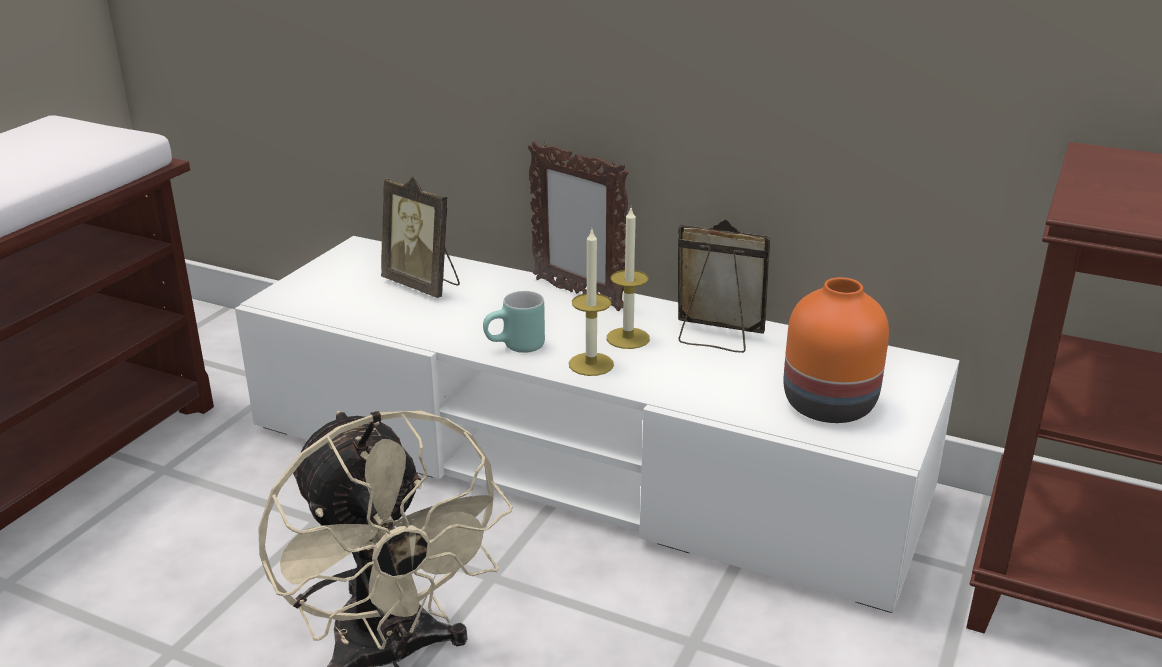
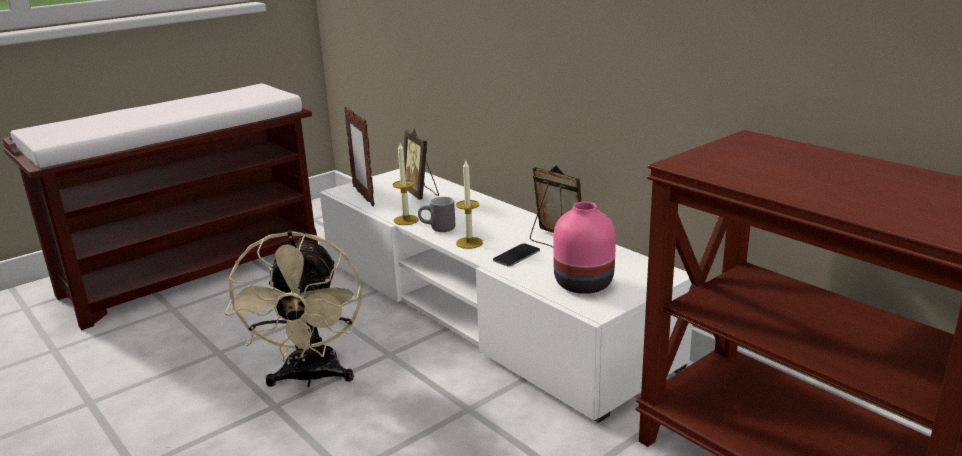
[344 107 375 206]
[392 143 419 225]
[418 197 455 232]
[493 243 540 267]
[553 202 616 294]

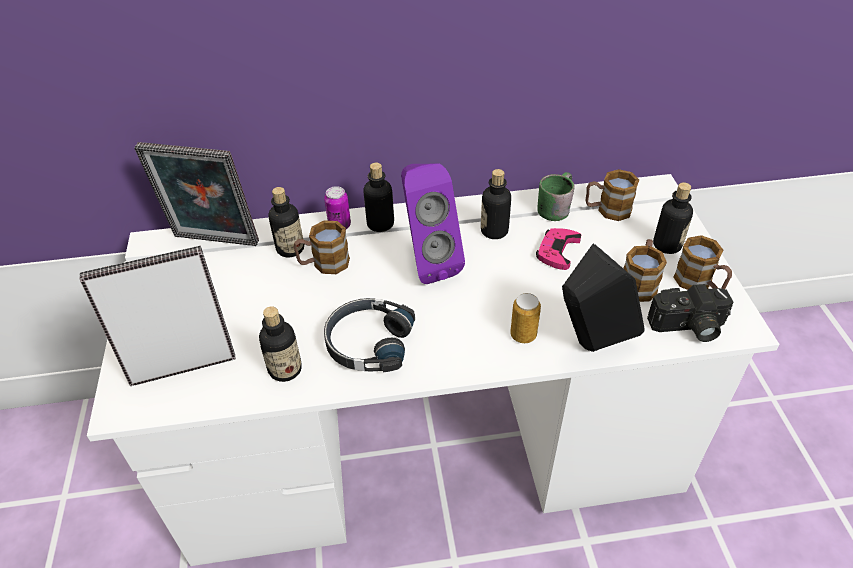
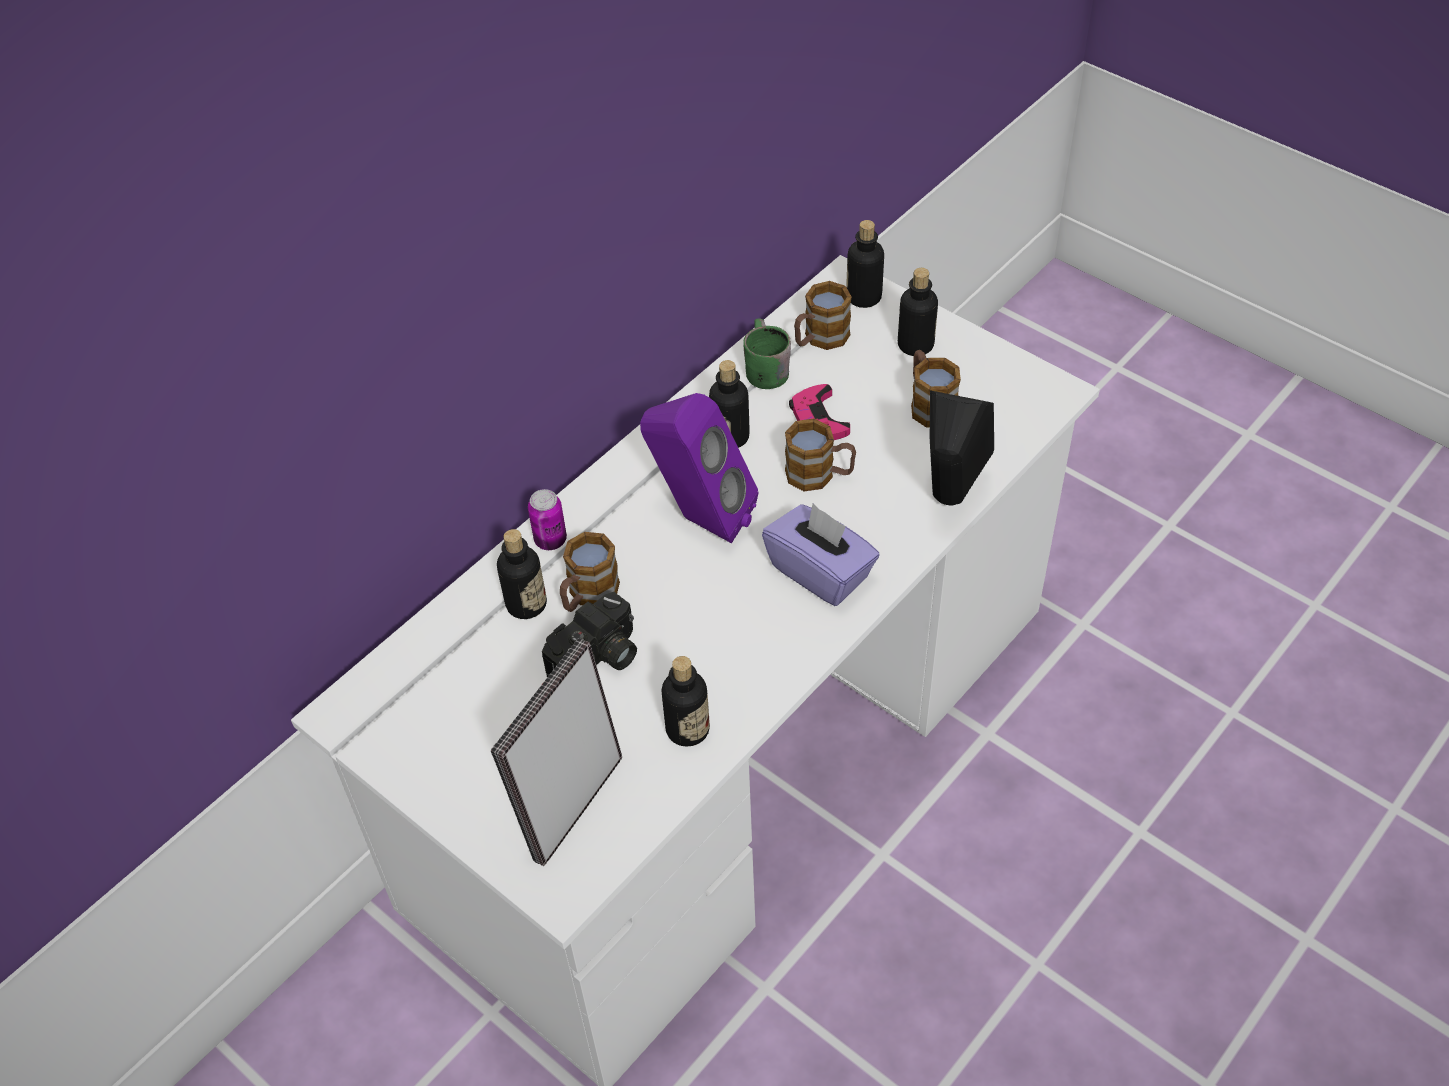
[542 592 637 677]
[762 503 880 606]
[785 419 856 491]
[846 220 884 308]
[134 142 259 246] (first image)
[324 298 415 372] (first image)
[510 293 541 343] (first image)

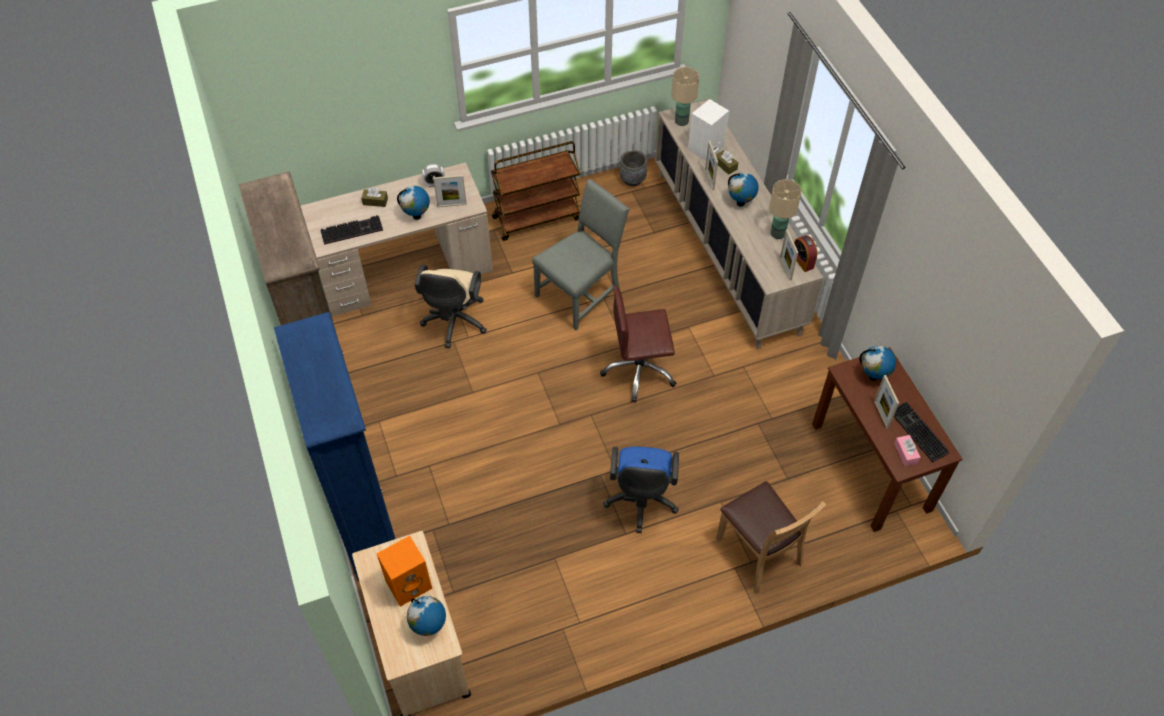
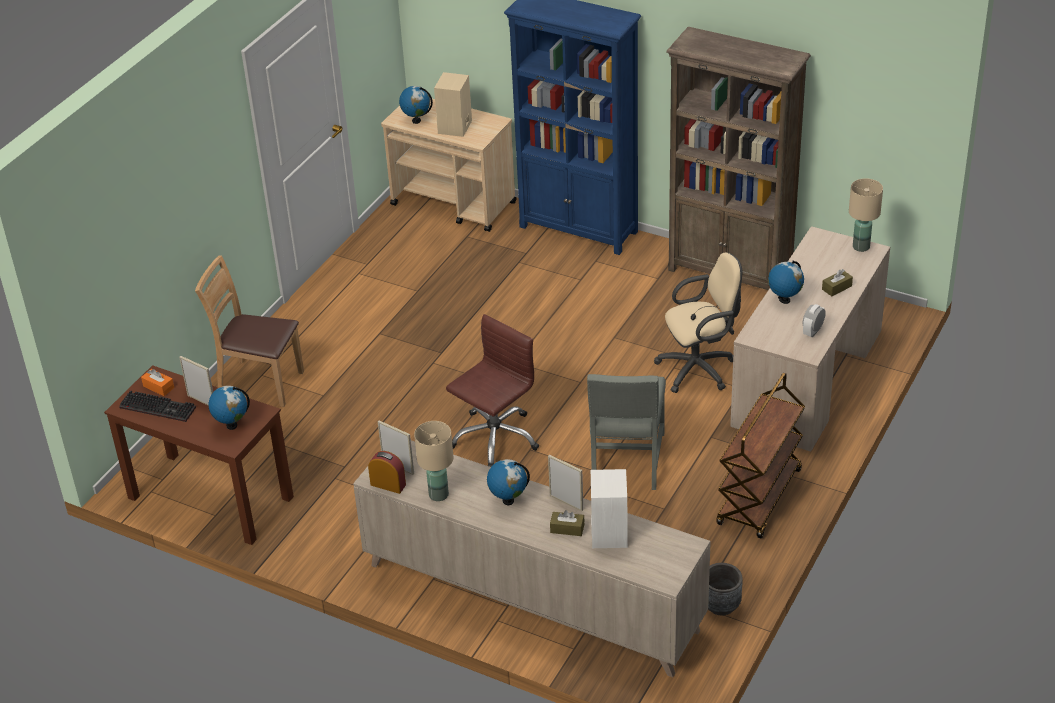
[141 369 174 396]
[434 72 472 137]
[654 253 742 393]
[849 178 883 252]
[320 215 383 245] (first image)
[433 175 467 207] (first image)
[603 446 679 533] (first image)

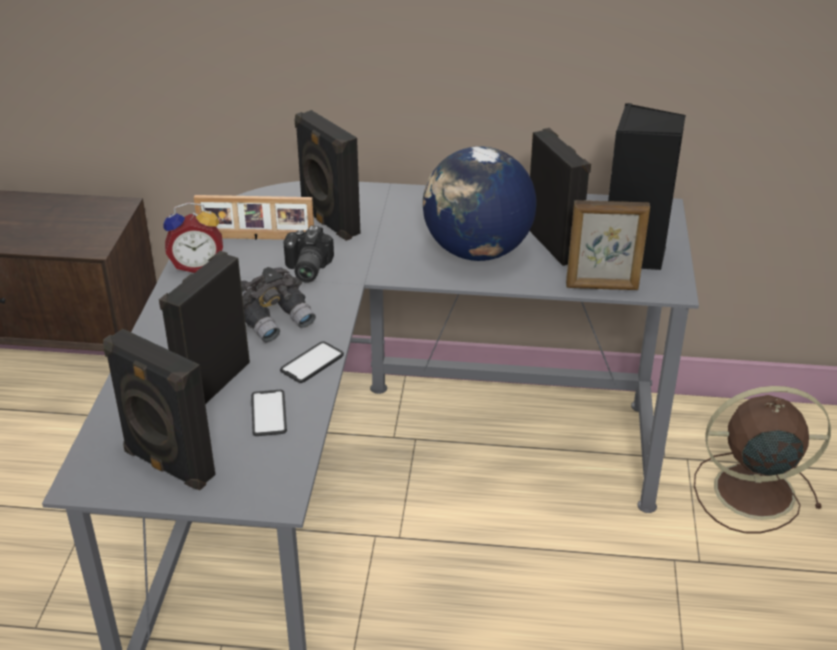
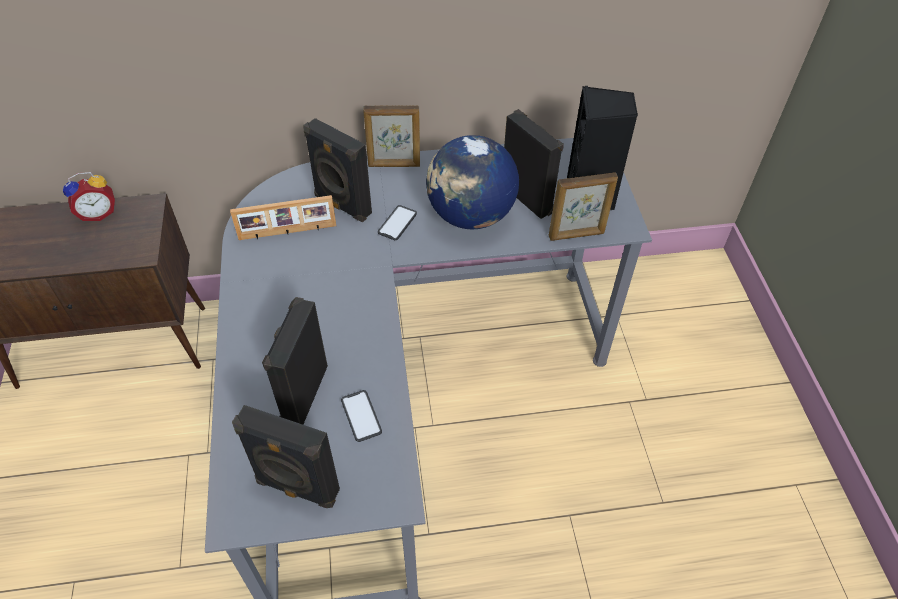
[63 172 115 221]
[363 105 420 167]
[378 205 417 240]
[241 267 316 343] (first image)
[284 226 334 283] (first image)
[694 386 831 533] (first image)

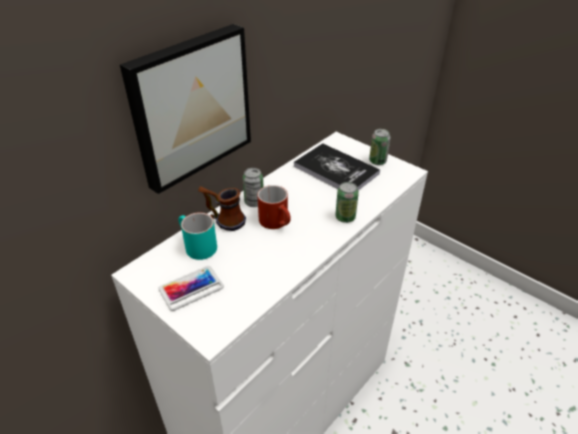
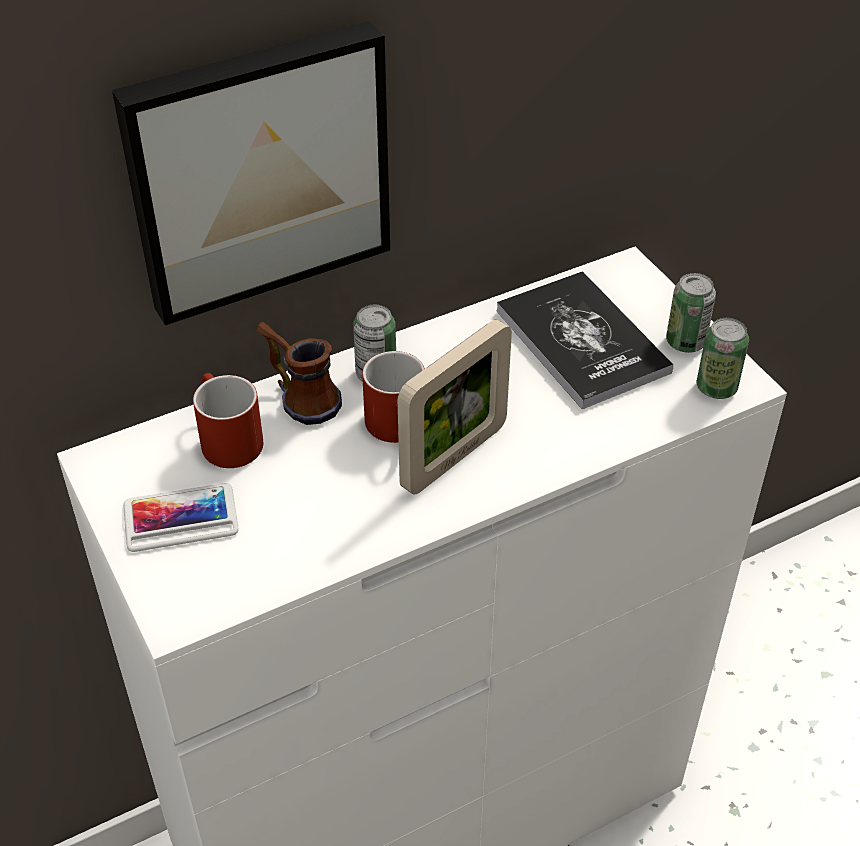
[193 373 263 468]
[398 319 512 495]
[696 318 749 399]

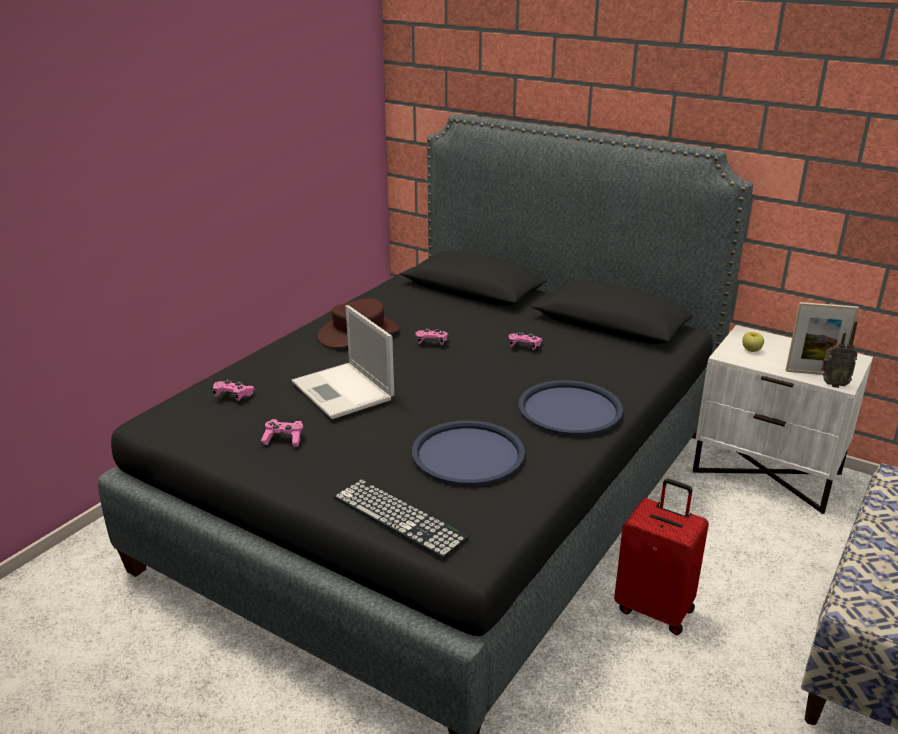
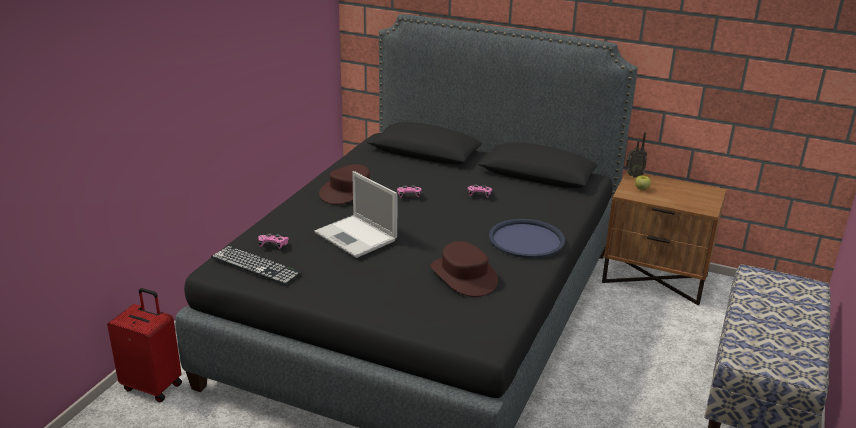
[107 288 182 402]
[211 246 302 285]
[431 241 498 297]
[602 171 726 305]
[625 132 647 178]
[261 419 303 447] (first image)
[786 302 859 375] (first image)

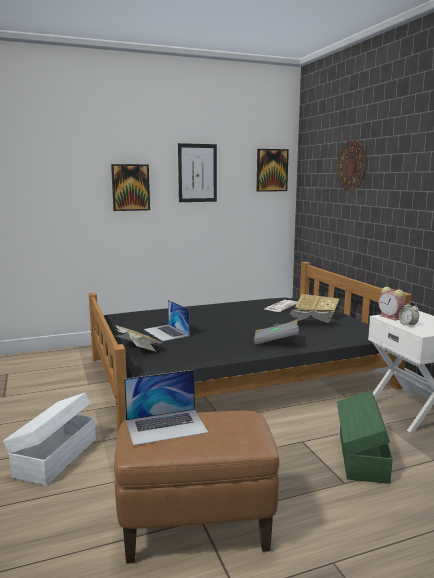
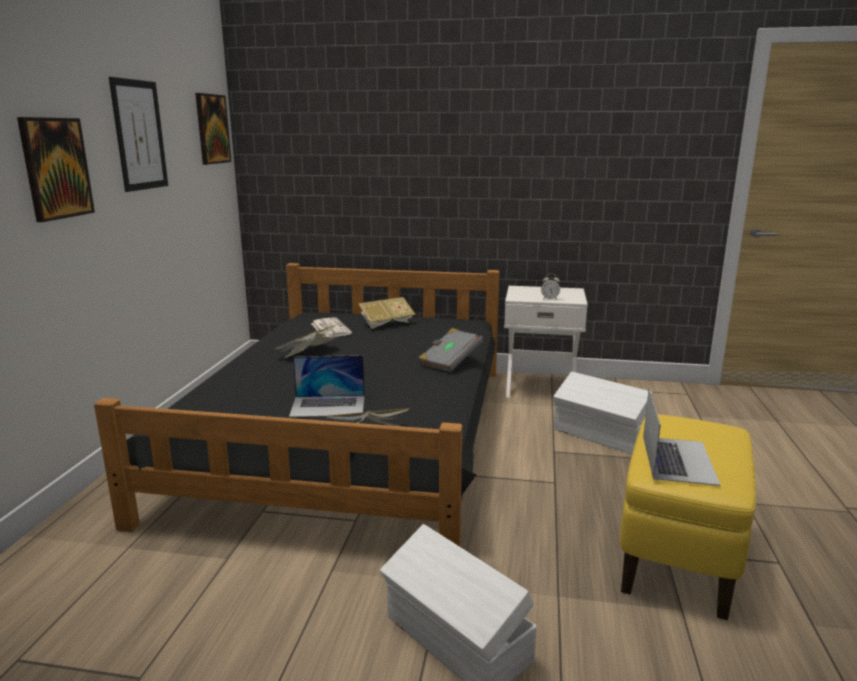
[274 325 336 358]
[553 372 653 454]
[620 414 756 620]
[336 140 367 190] (first image)
[379 287 405 321] (first image)

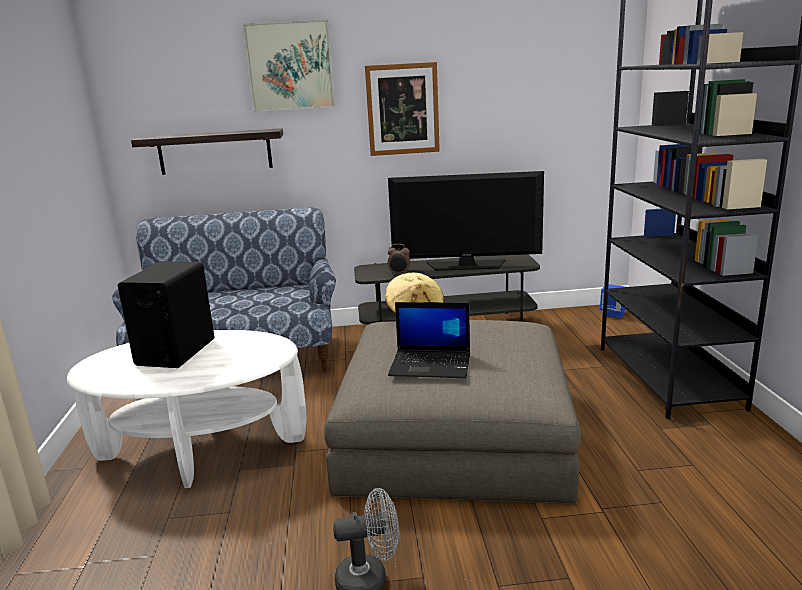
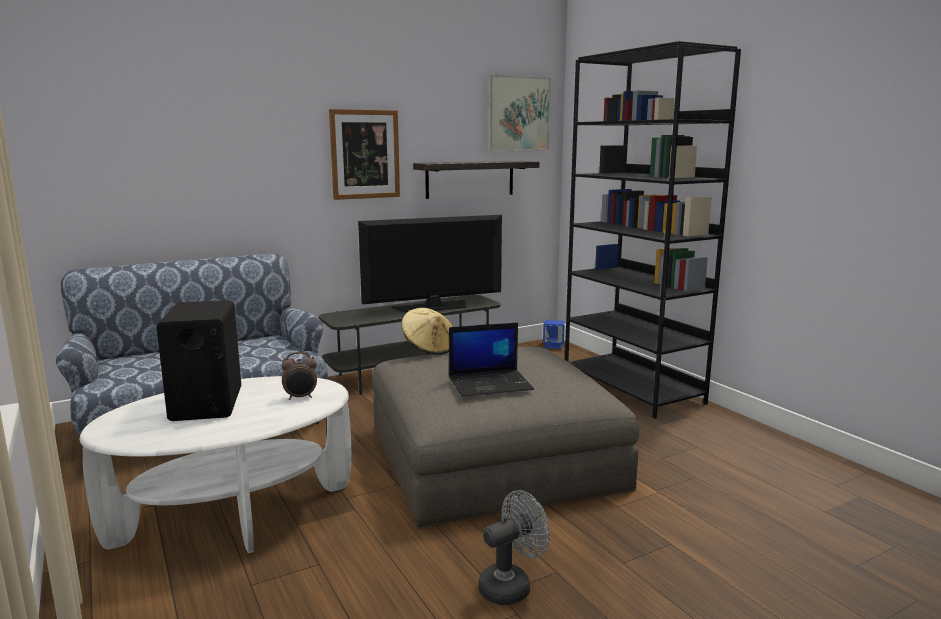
[282 352 317 400]
[413 161 539 199]
[488 75 551 151]

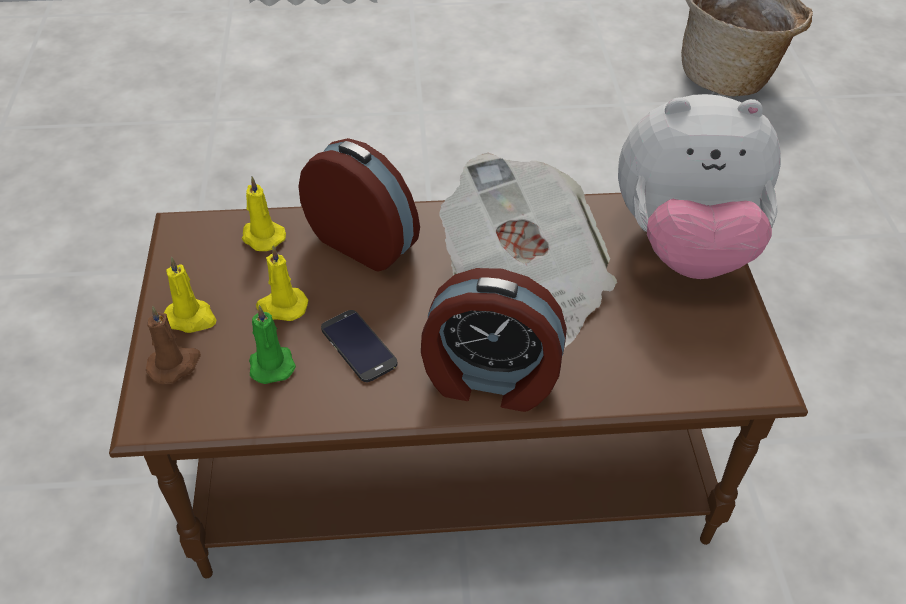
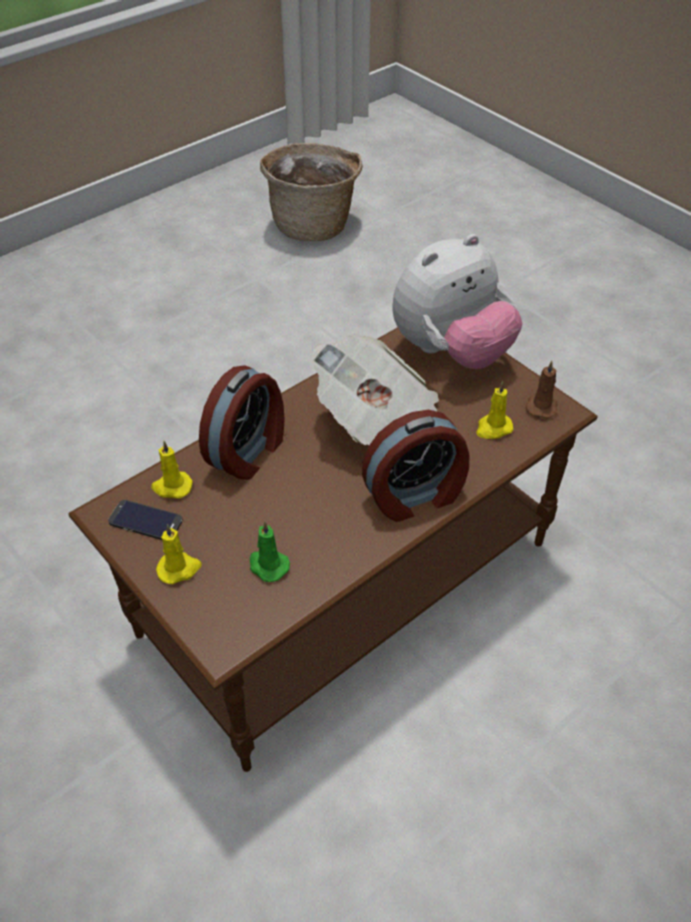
[108 500 183 540]
[199 366 285 480]
[476 381 513 439]
[525 361 557 419]

